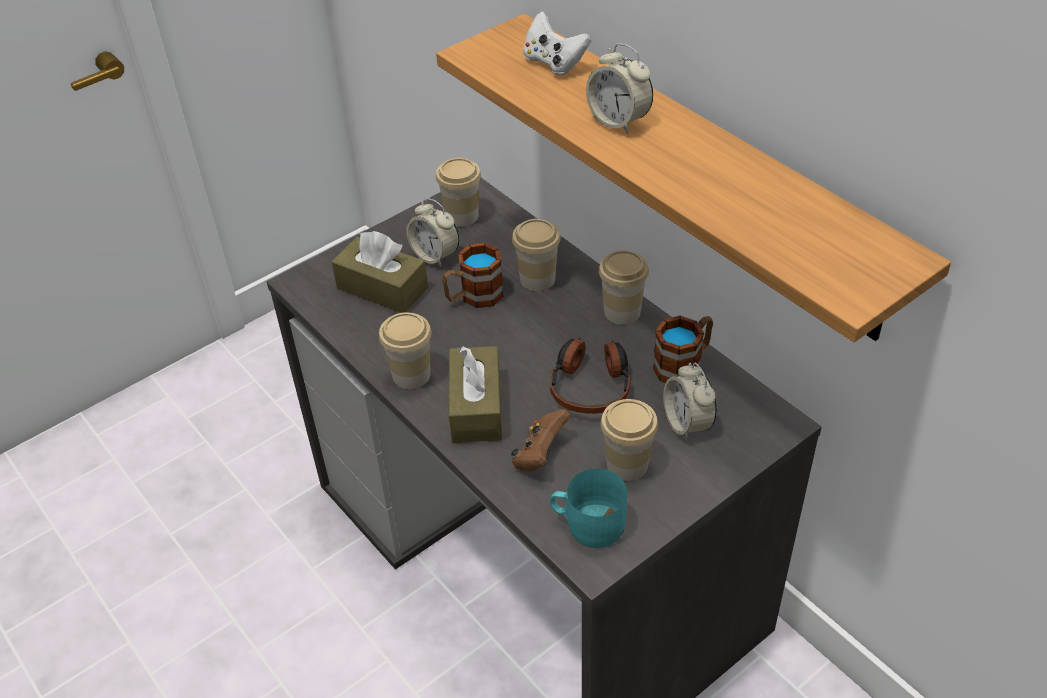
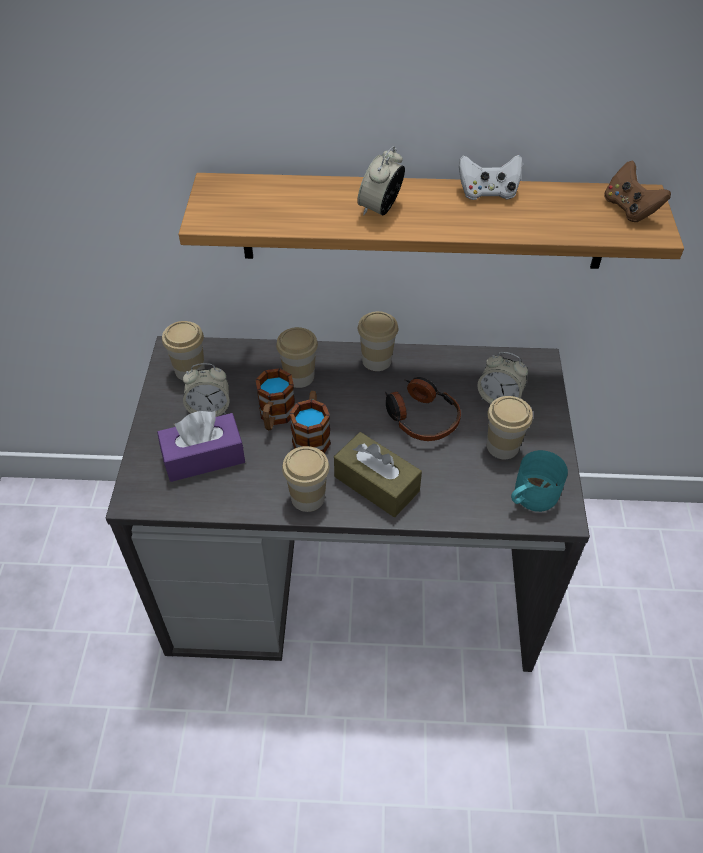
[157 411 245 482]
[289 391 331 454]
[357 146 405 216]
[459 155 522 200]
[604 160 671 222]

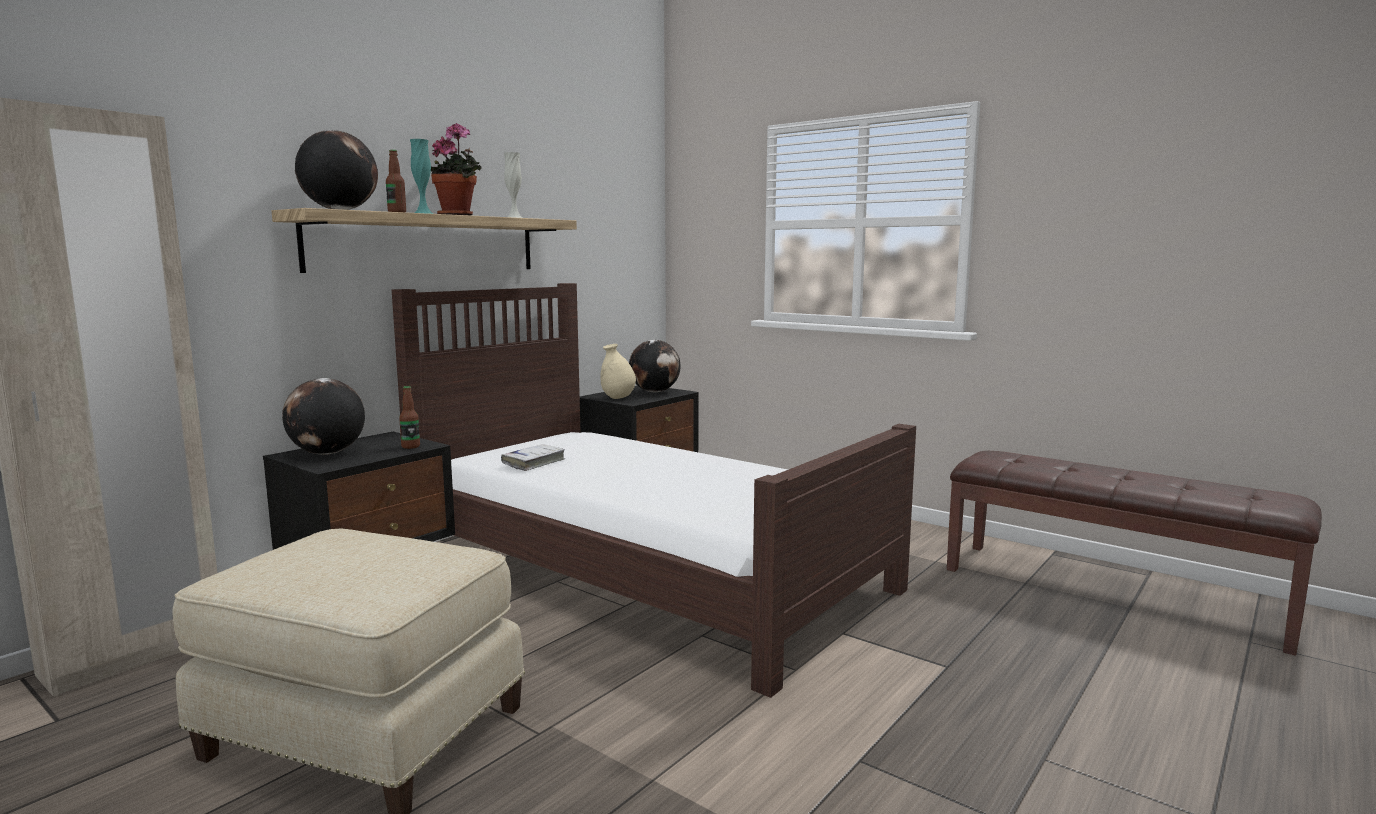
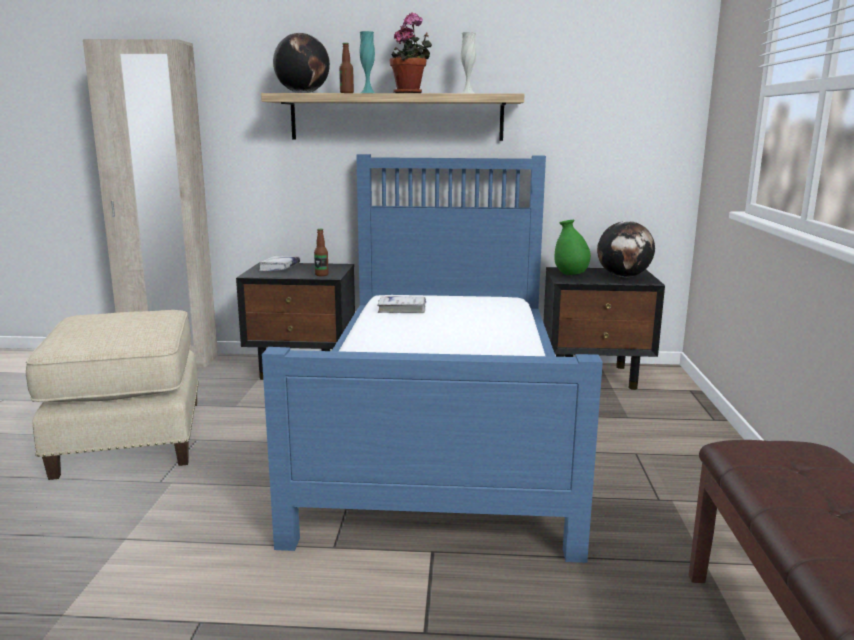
[259 256 300 271]
[262 154 603 563]
[555 220 591 275]

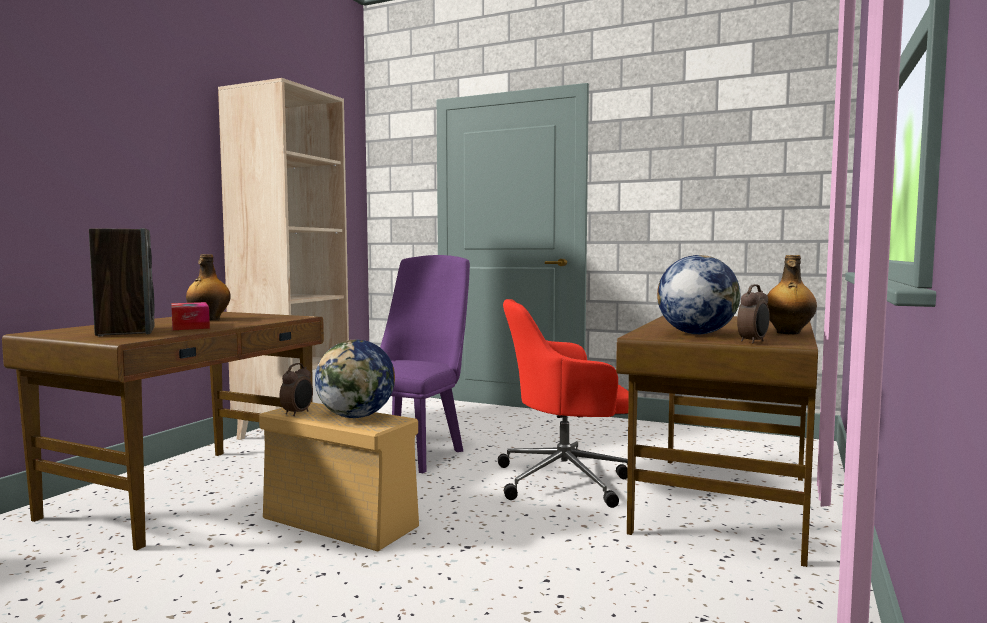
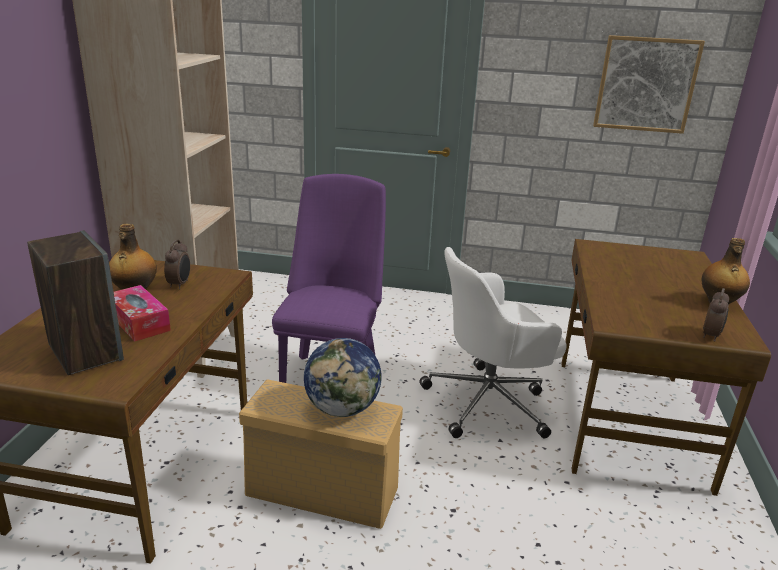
[164 240 190 289]
[419 247 567 438]
[593 35 705 134]
[657 255 741 334] (first image)

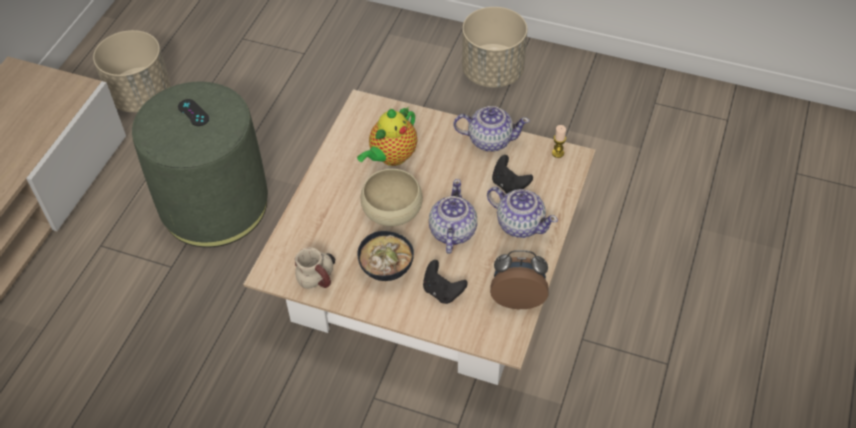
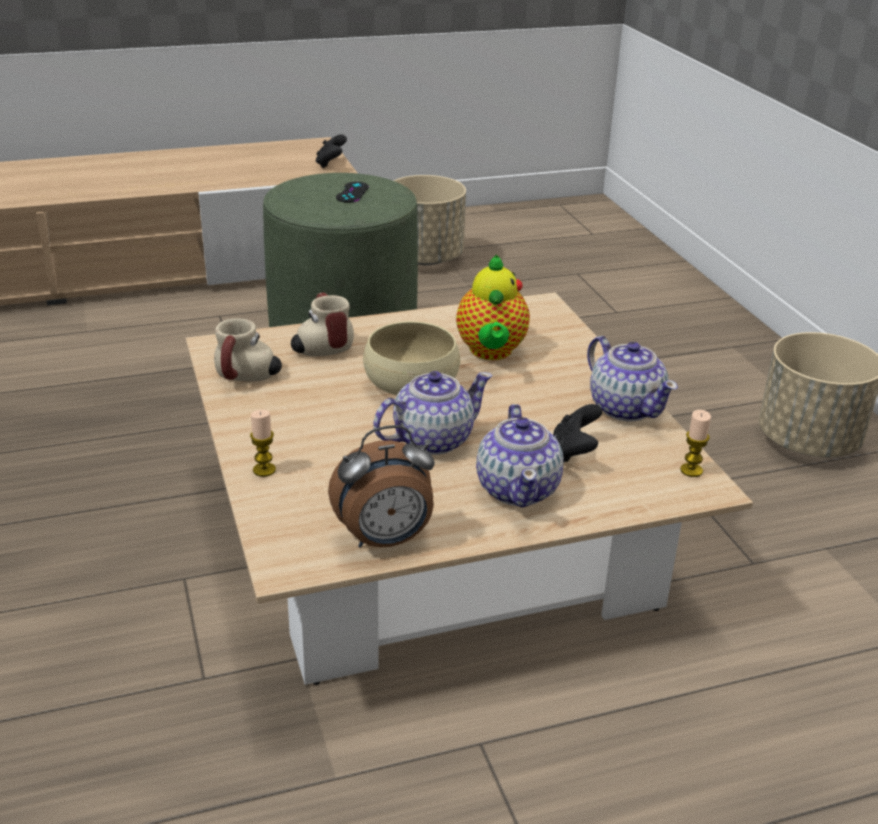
[250 410 276 477]
[291 292 354 357]
[316 134 347 168]
[328 425 435 548]
[456 254 530 360]
[357 231 414 281] (first image)

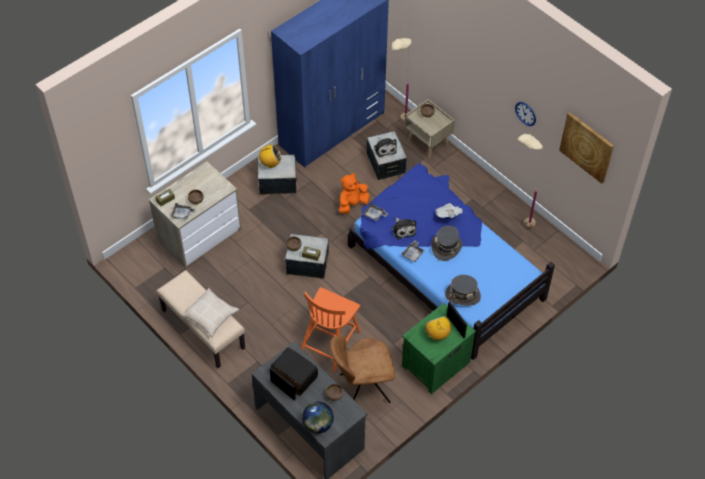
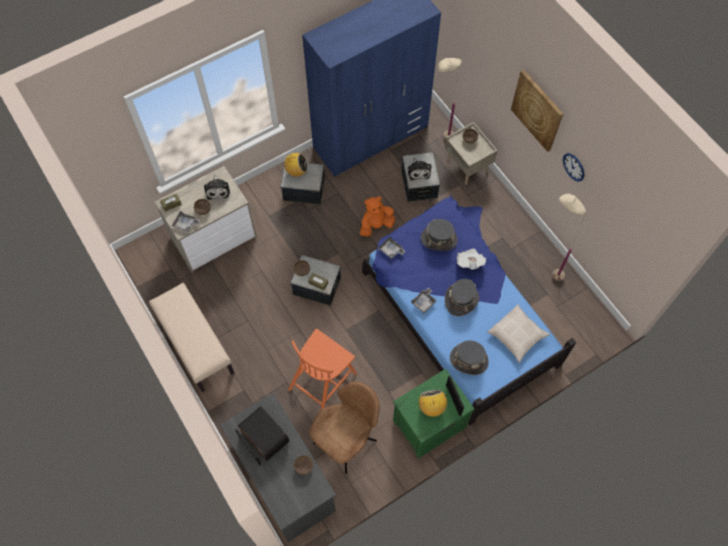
[204 175 230 200]
[309 381 380 474]
[421 219 457 251]
[488 304 550 363]
[511 70 563 152]
[302 402 334 433] (first image)

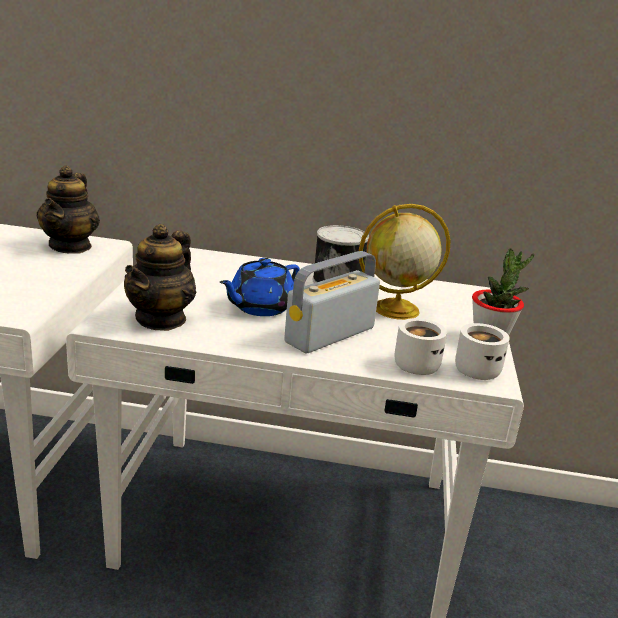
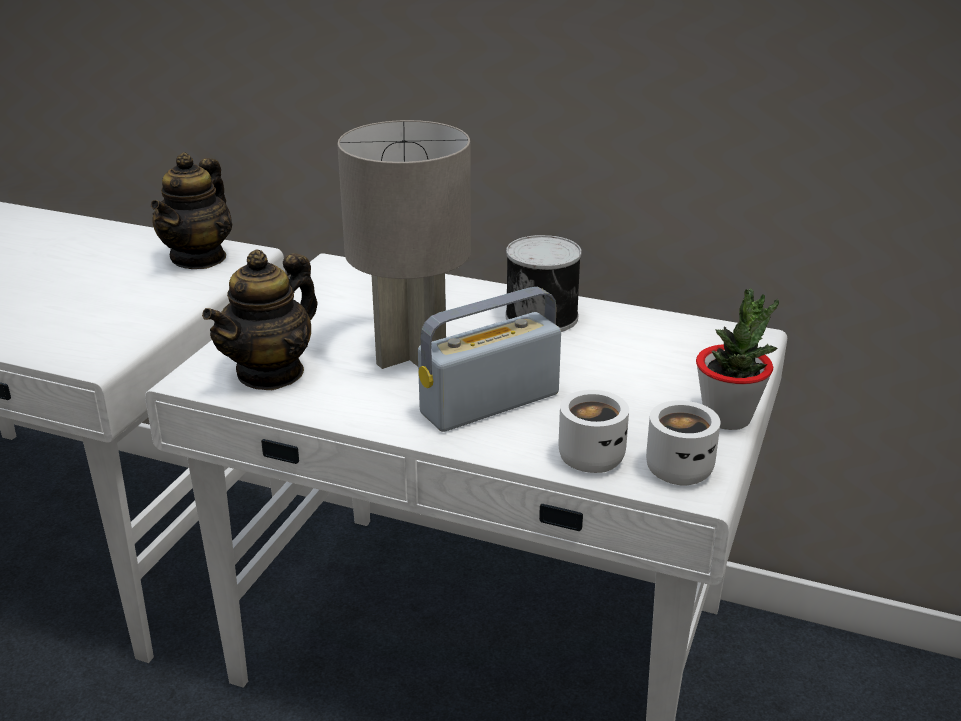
[337 120 471 369]
[359 204 451 320] (first image)

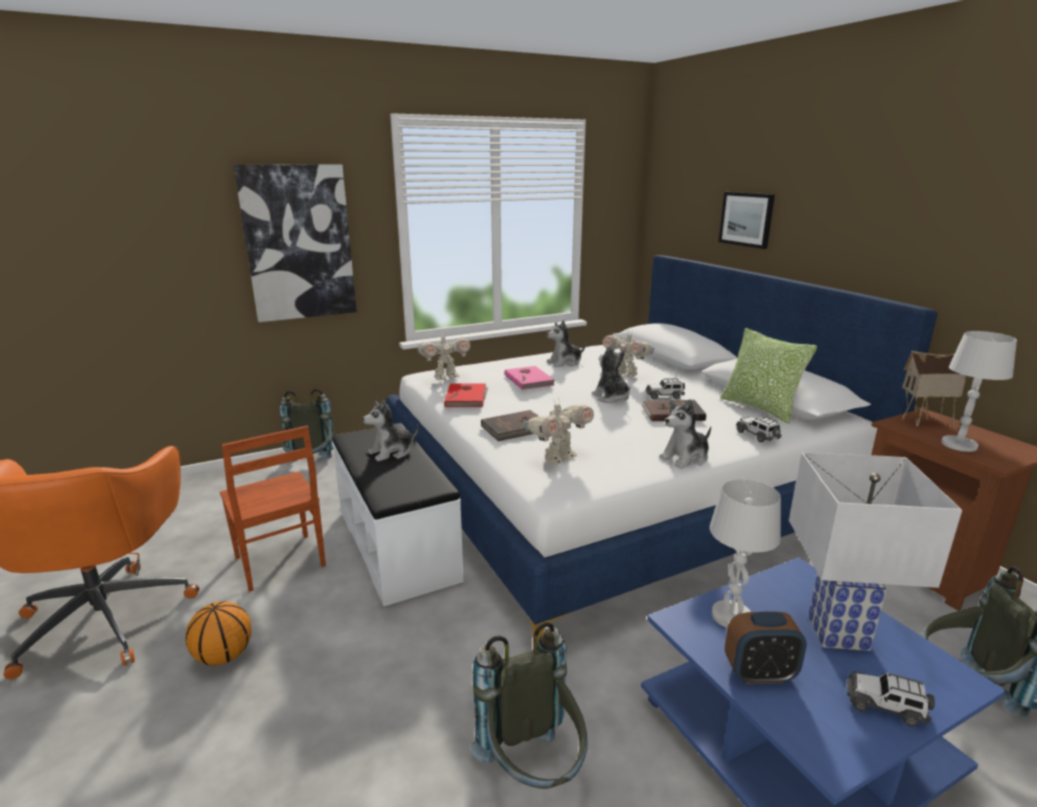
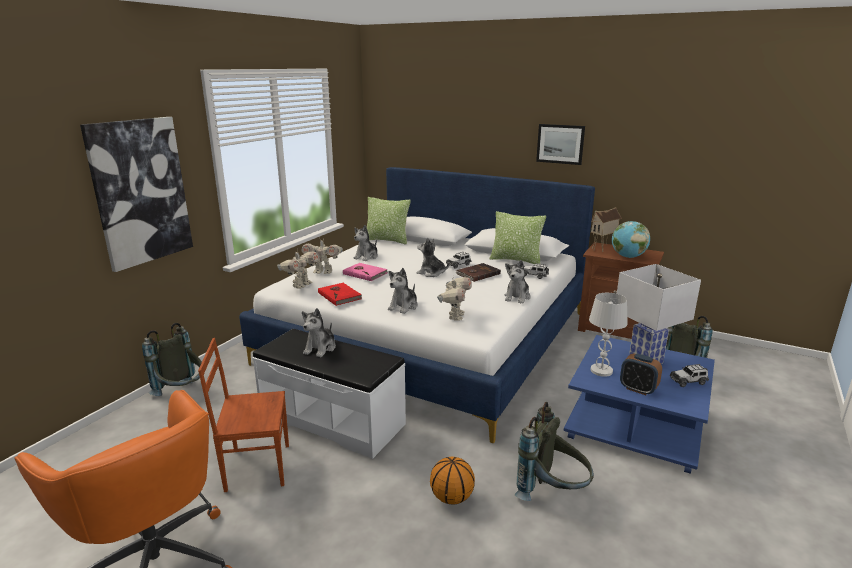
[198 338 289 492]
[302 237 343 274]
[367 197 411 244]
[388 268 418 314]
[430 457 475 505]
[536 124 585 165]
[612 221 650 258]
[620 354 662 395]

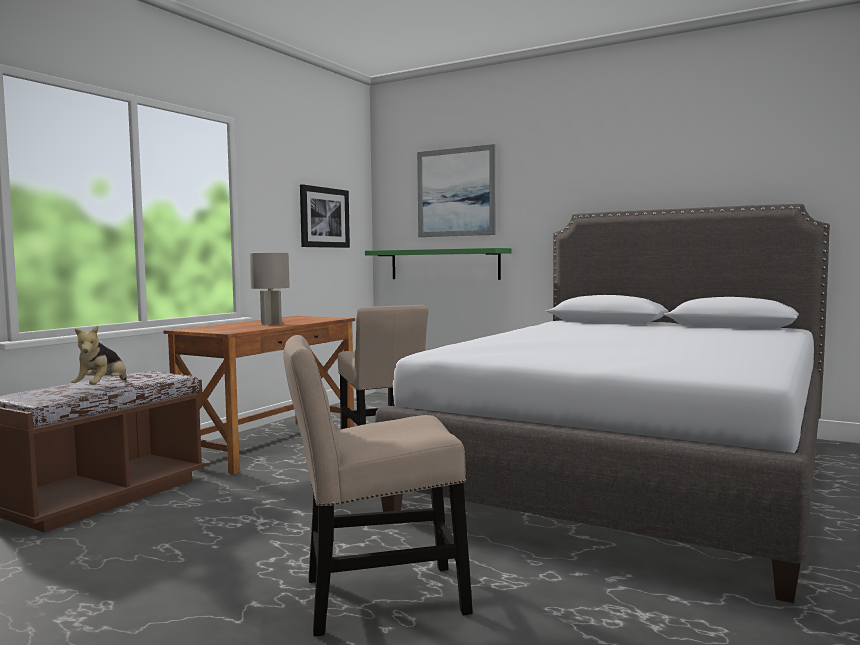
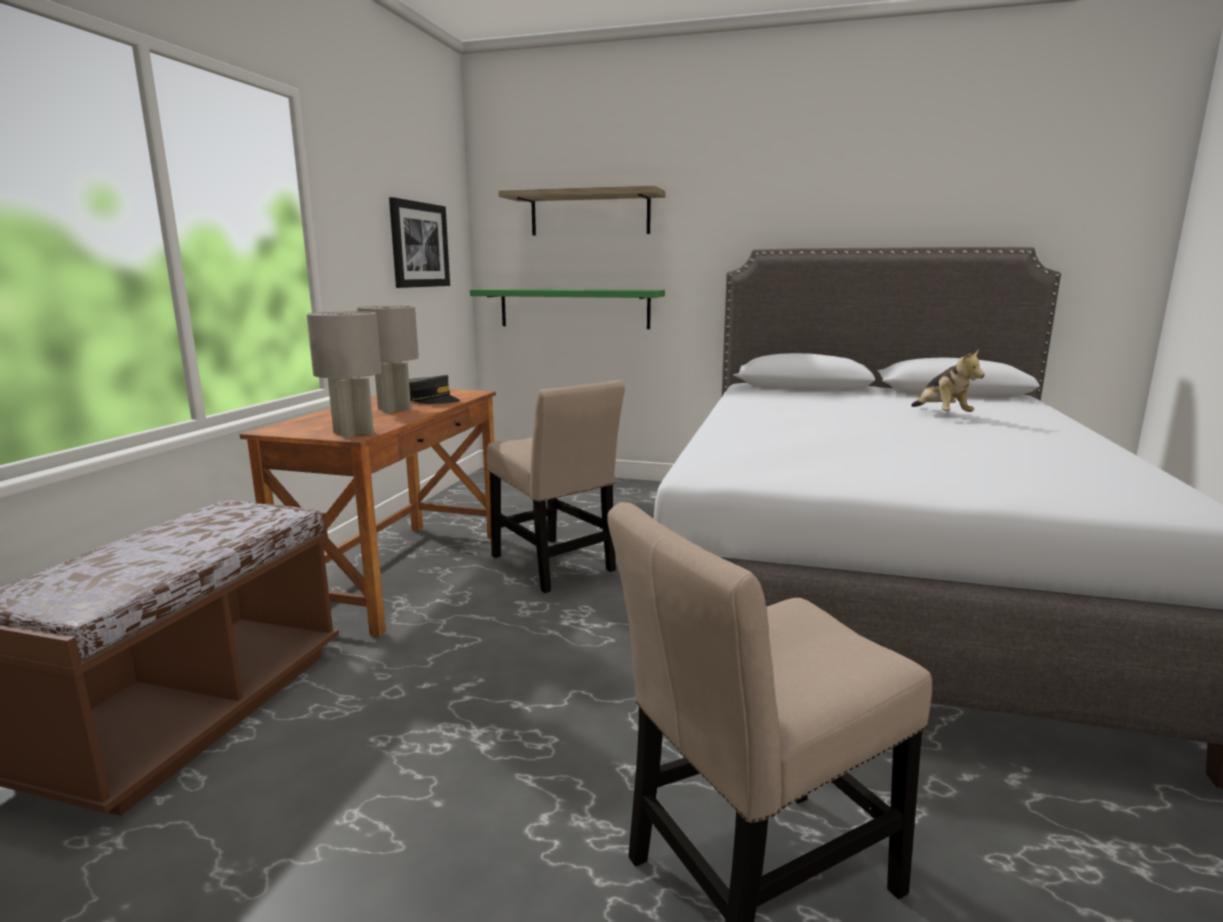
[306 311 381 438]
[409 375 460 404]
[499 185 666 236]
[911 349 985 412]

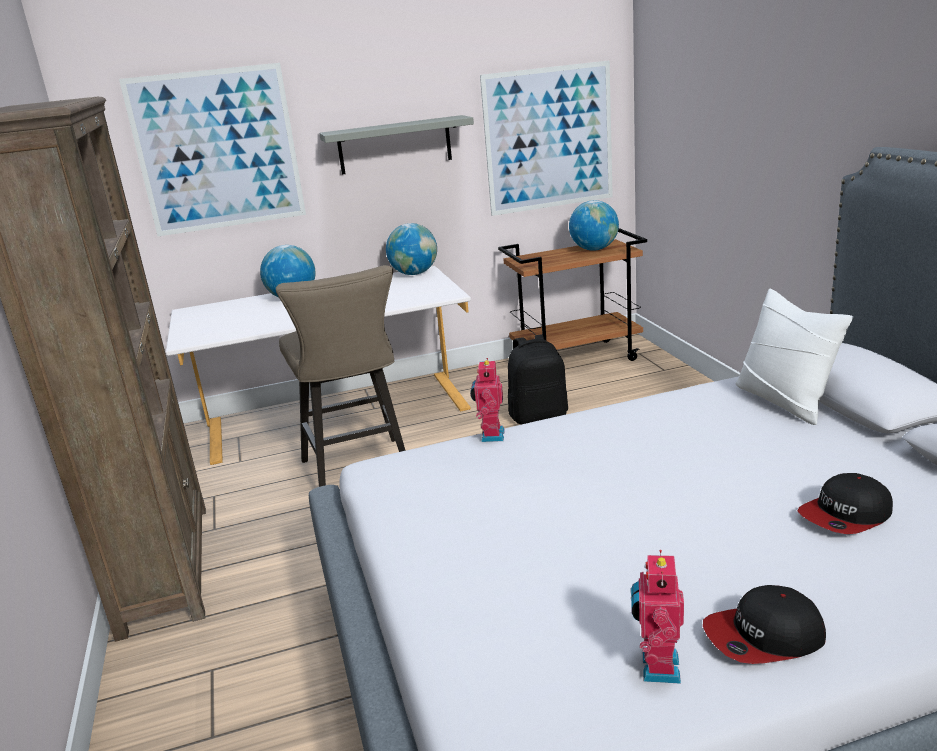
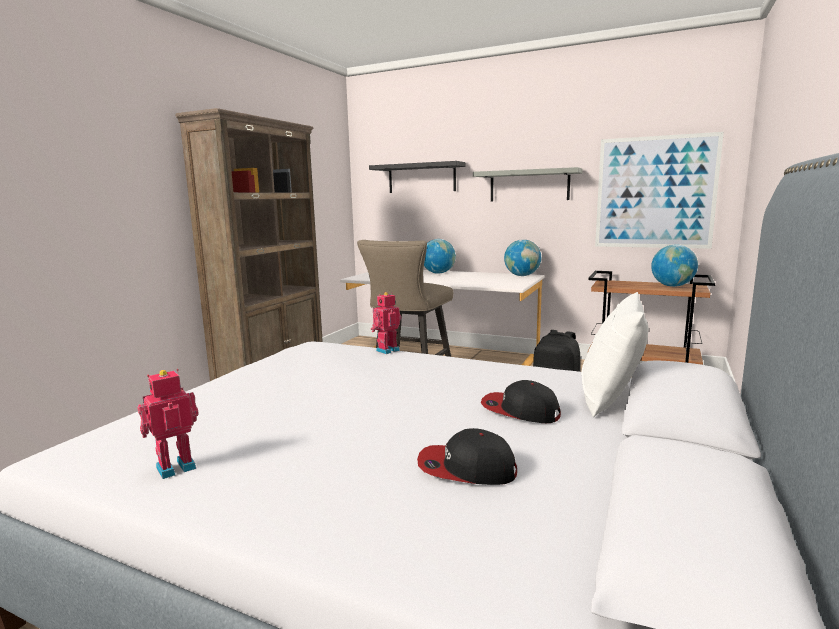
[369 161 466 193]
[481 380 561 423]

